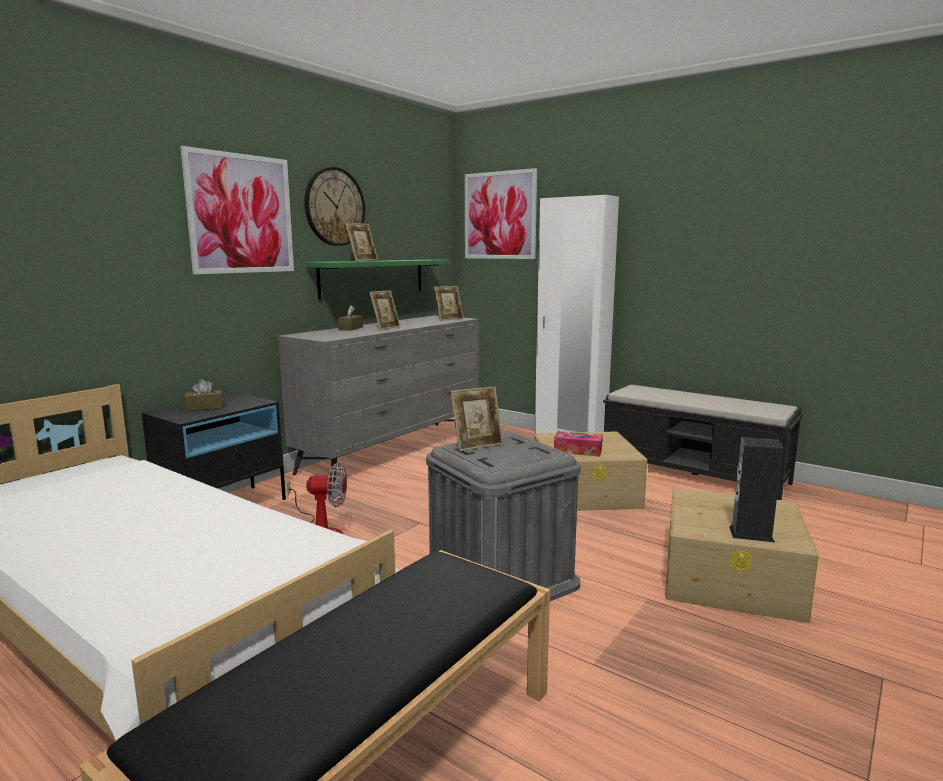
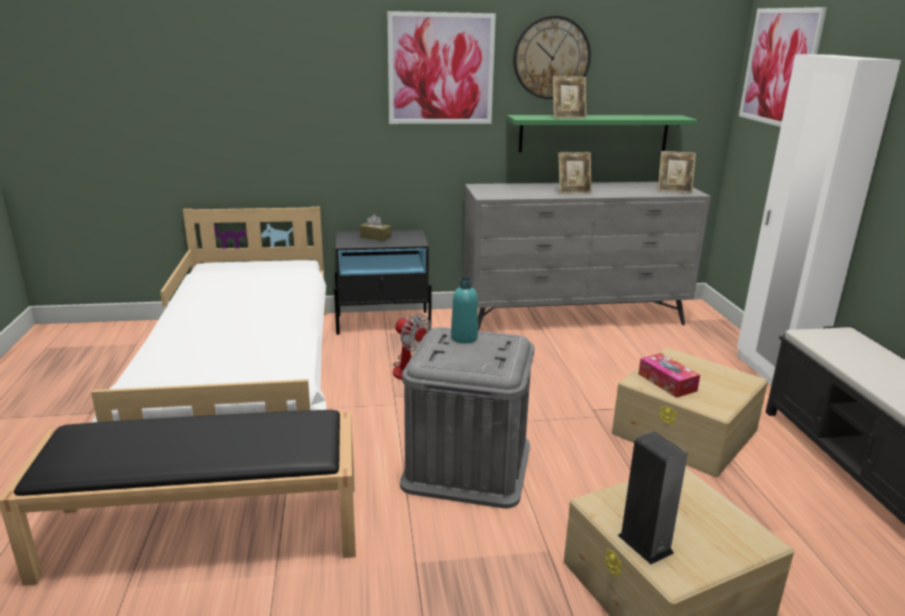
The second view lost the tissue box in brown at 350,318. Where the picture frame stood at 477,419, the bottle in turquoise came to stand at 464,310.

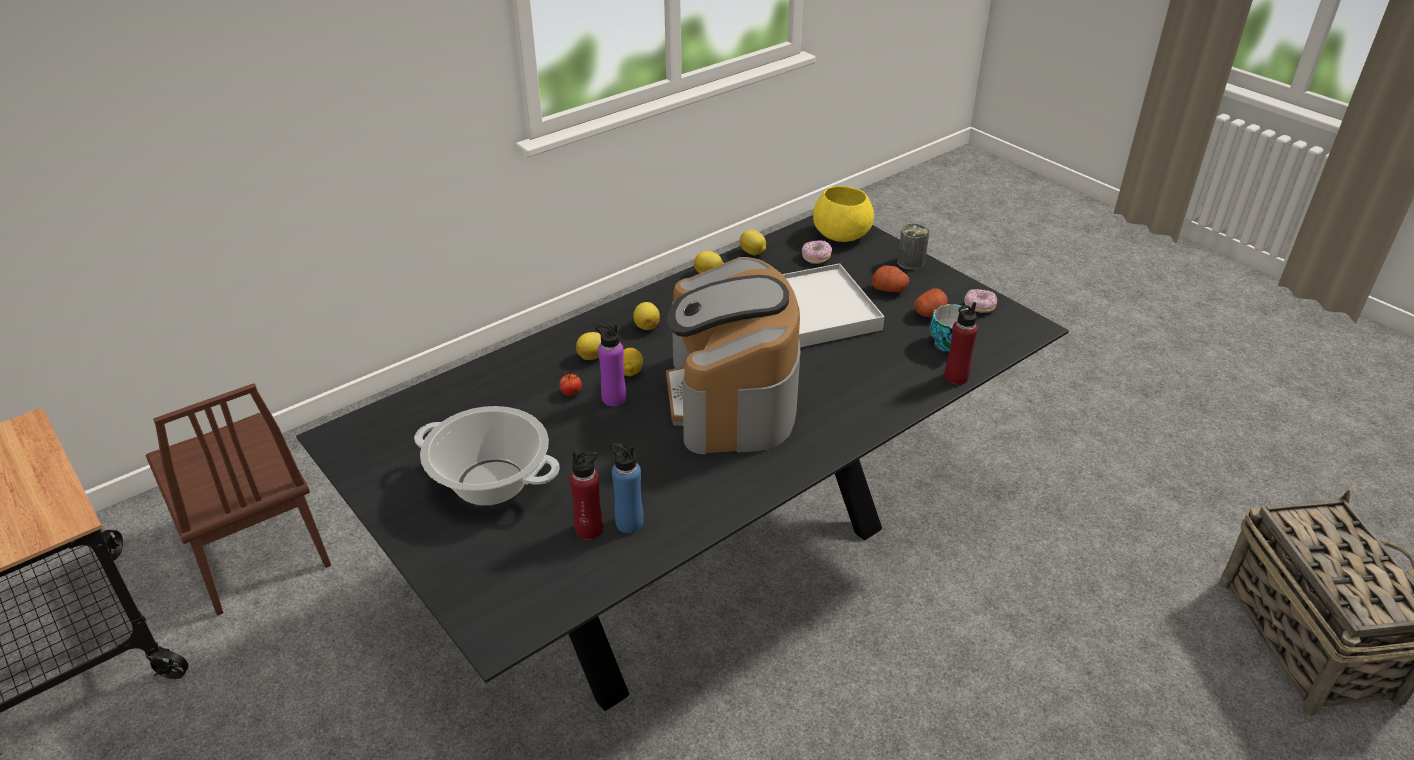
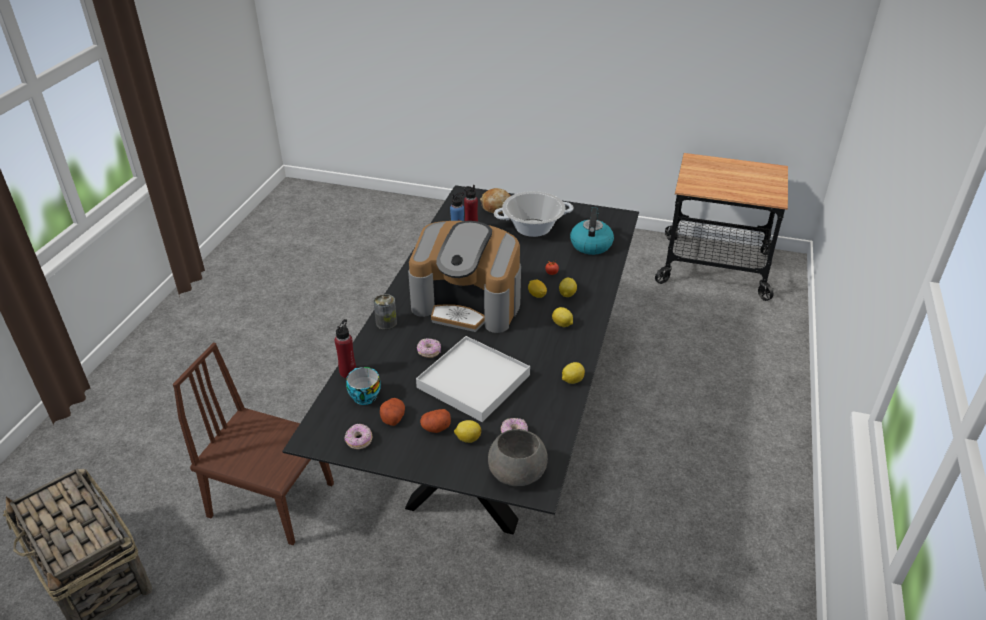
The second view lost the bottle in purple at 611,365. The second view gained the donut at 429,348. The second view gained the bread at 495,201. The second view gained the kettle at 592,231. The chair in brown ended up elsewhere, having gone from 238,499 to 253,444. The lemon ended up elsewhere, having gone from 753,242 to 467,431. The can ended up elsewhere, having gone from 913,247 to 385,311. What was the bowl in yellow at 843,214 turned into the bowl in grey at 518,457. The coffee machine at 733,355 ended up facing another way, 150 degrees clockwise from before.

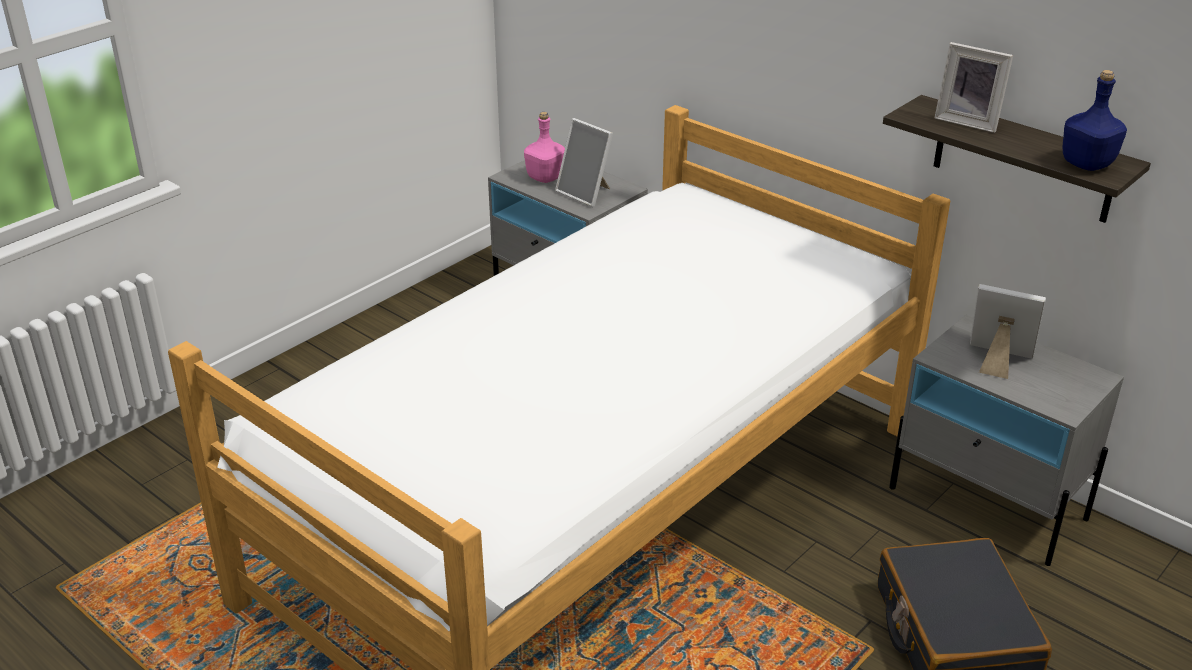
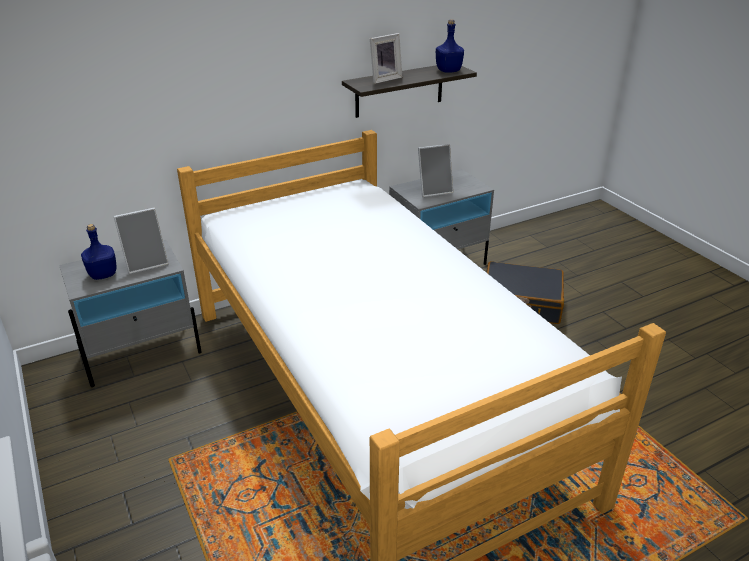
What was the bottle in pink at 544,147 turned into the bottle in blue at 98,252. The picture frame at 1008,331 ended up facing another way, 150 degrees counterclockwise from before.

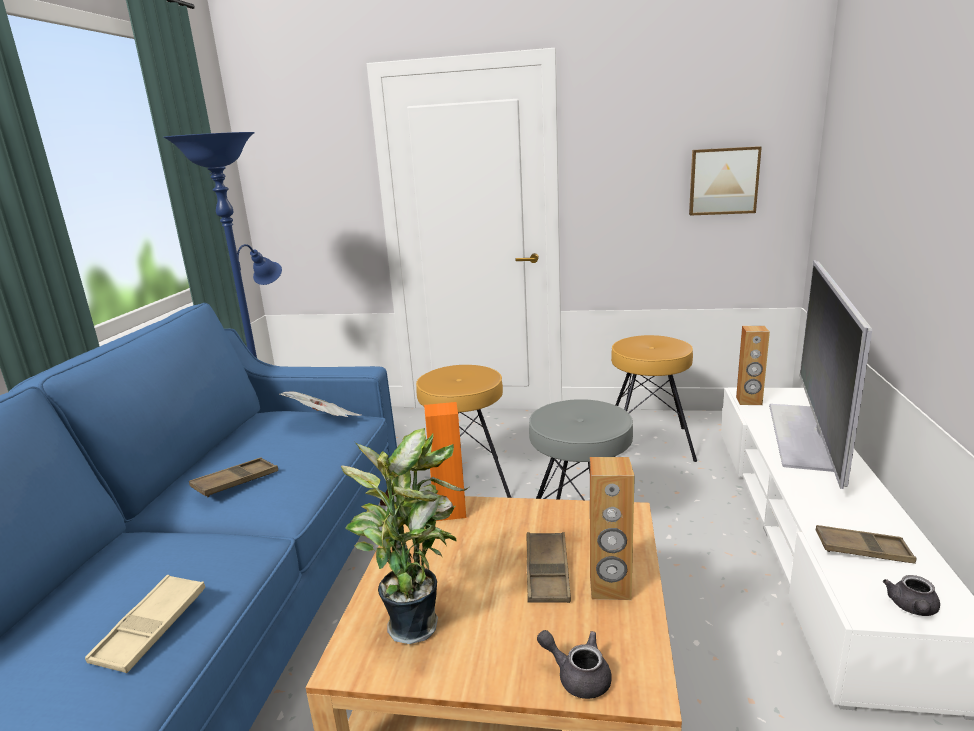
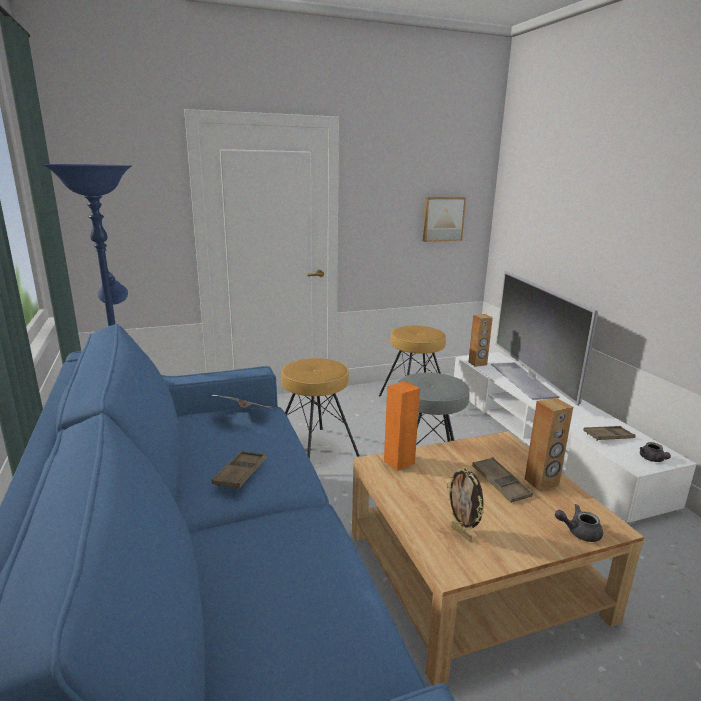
The second view lost the tray in beige at 145,624. Where the potted plant stood at 405,536, the picture frame came to stand at 465,504.

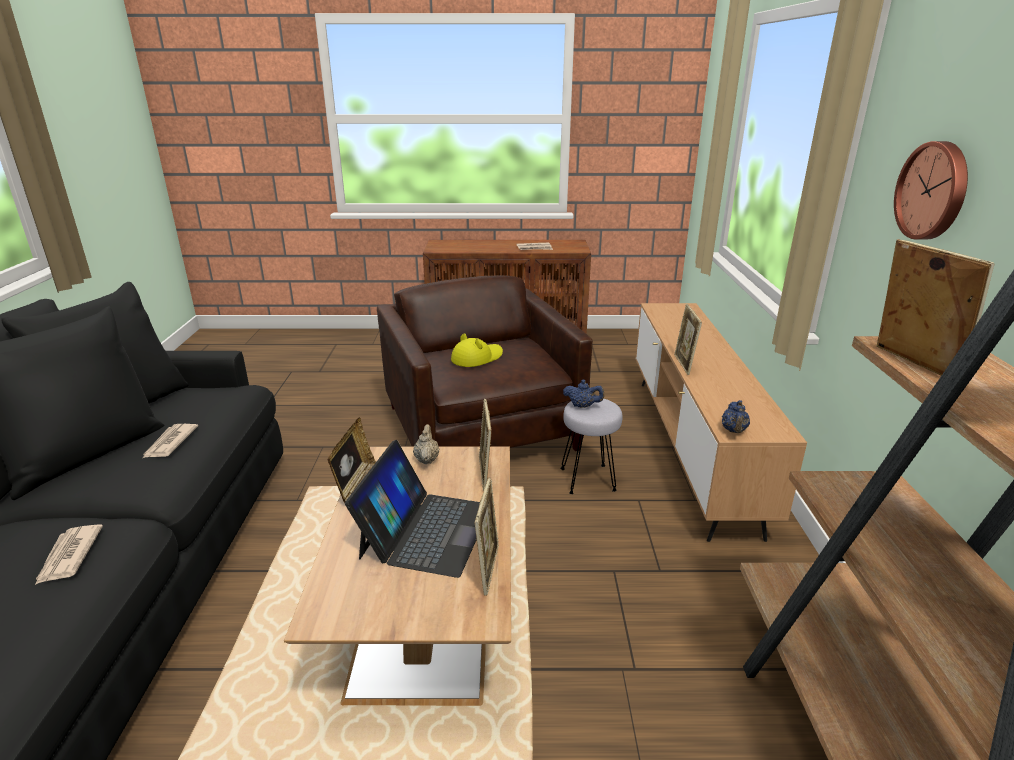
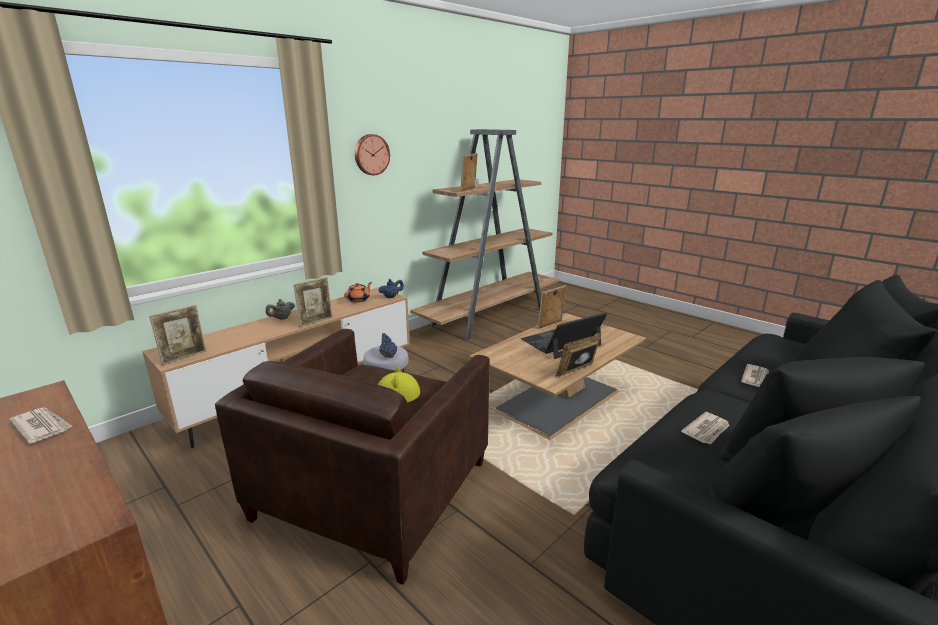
The second view gained the teapot in orange at 358,292. The teapot in beige ended up elsewhere, having gone from 426,444 to 280,309. The picture frame ended up elsewhere, having gone from 485,445 to 178,335.

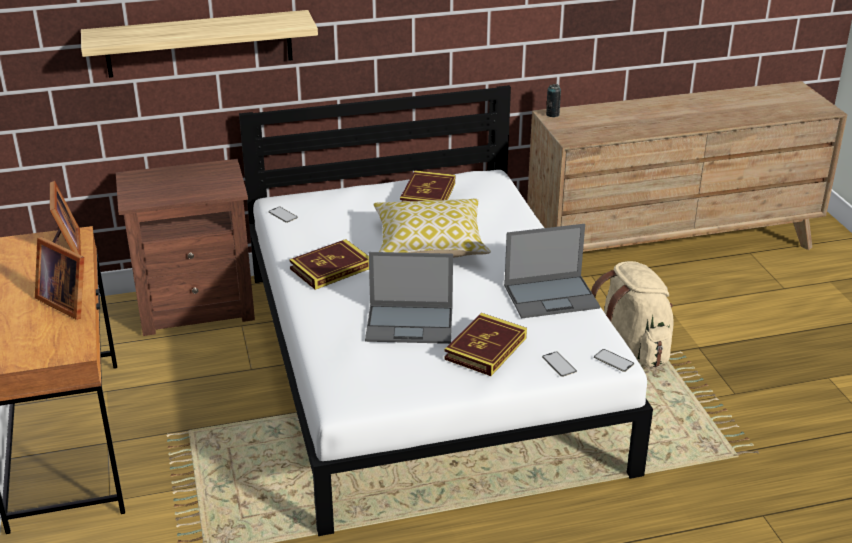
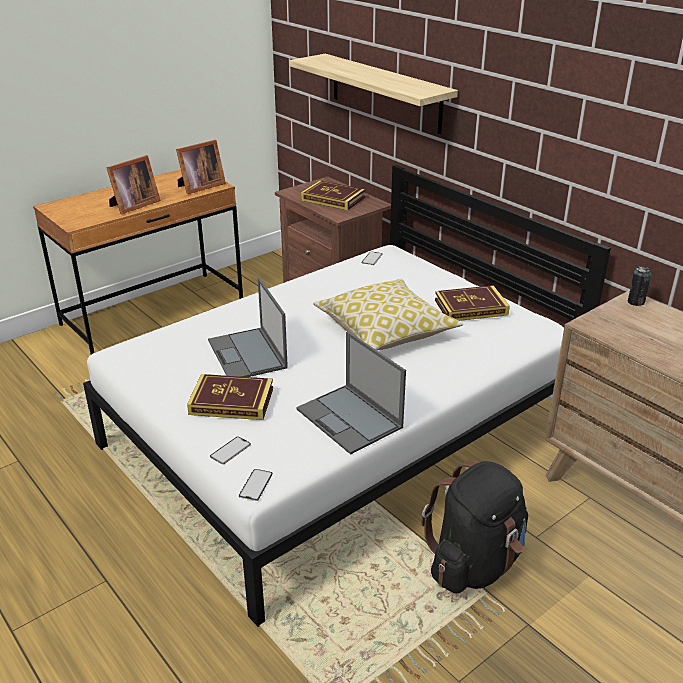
The book ended up elsewhere, having gone from 329,264 to 333,195. What was the backpack in beige at 632,314 turned into the backpack in black at 474,527. The picture frame at 60,278 ended up facing another way, 150 degrees counterclockwise from before.

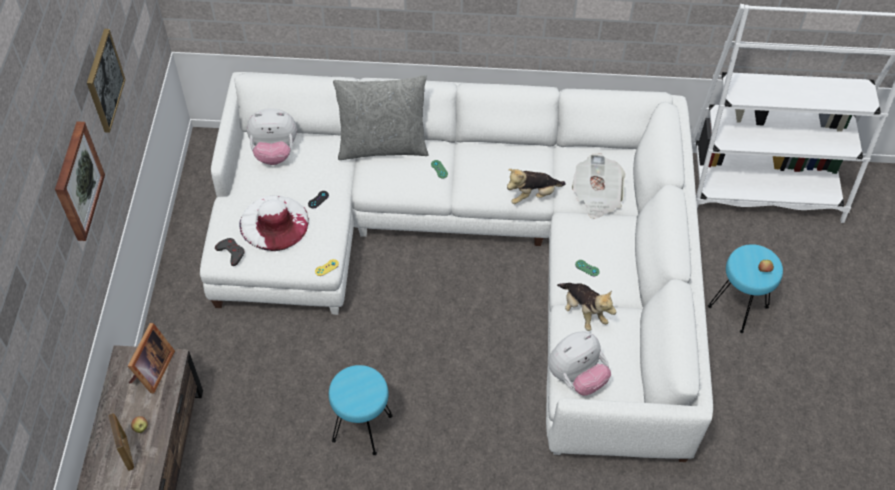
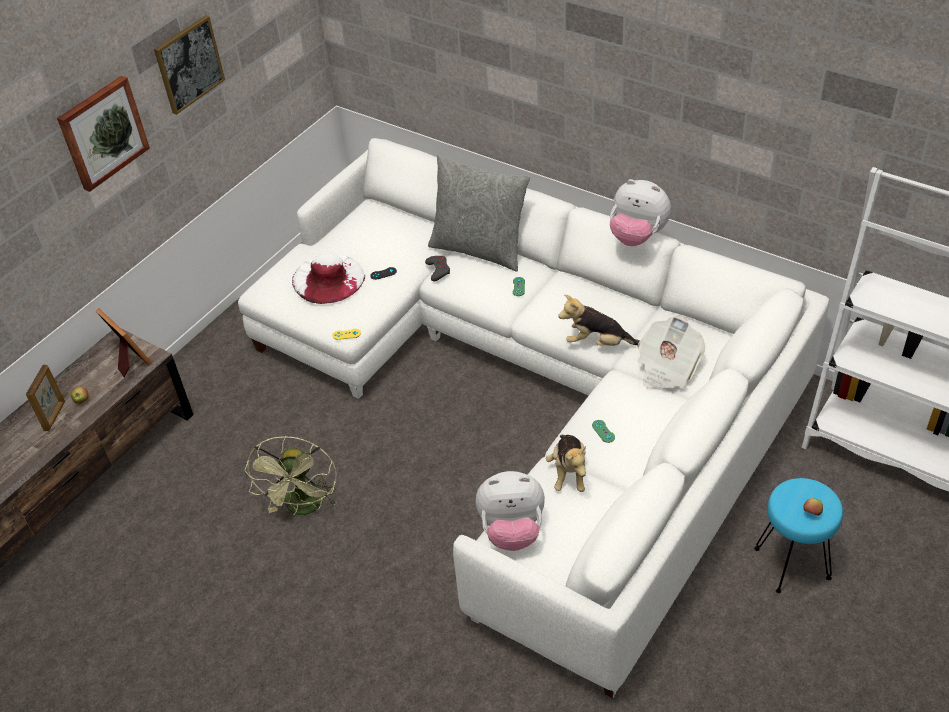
The game controller in grey ended up elsewhere, having gone from 229,252 to 437,269. The plush toy ended up elsewhere, having gone from 272,136 to 640,212. Where the stool in turquoise stood at 360,410, the fan in green came to stand at 291,475. The picture frame at 151,358 ended up facing another way, 90 degrees counterclockwise from before.

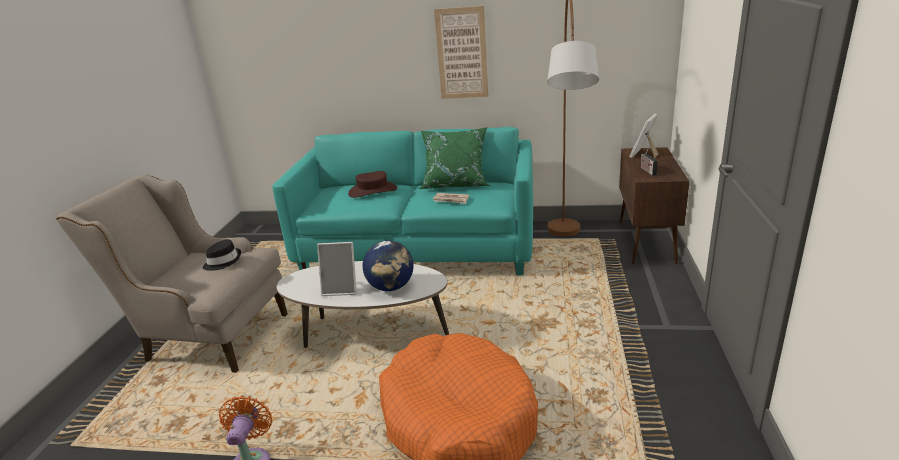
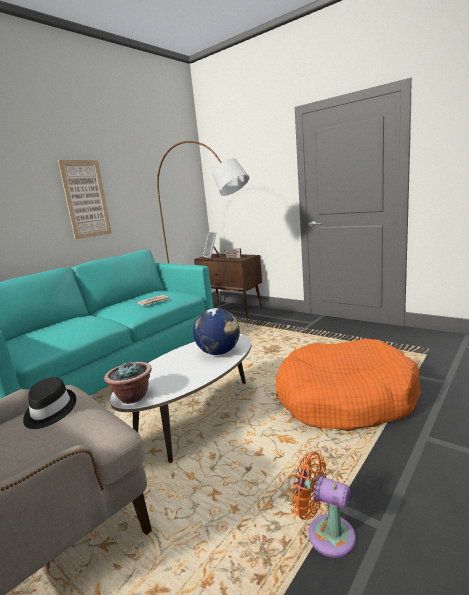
The second view lost the picture frame at 337,269. The second view lost the hat in brown at 372,184. The second view lost the pillow in green at 454,158. The second view gained the potted plant at 128,382.

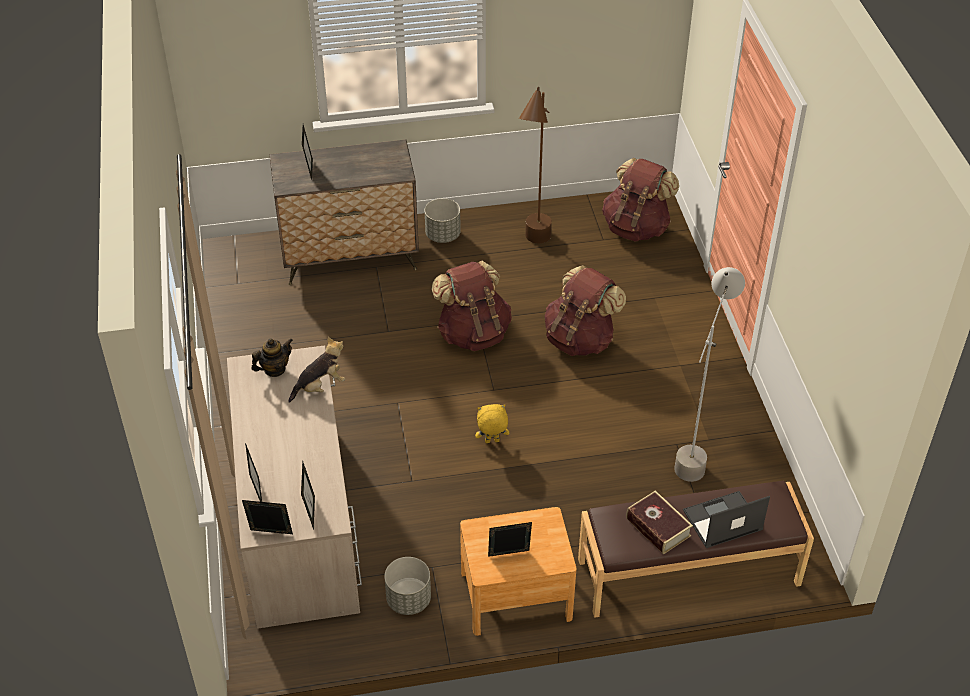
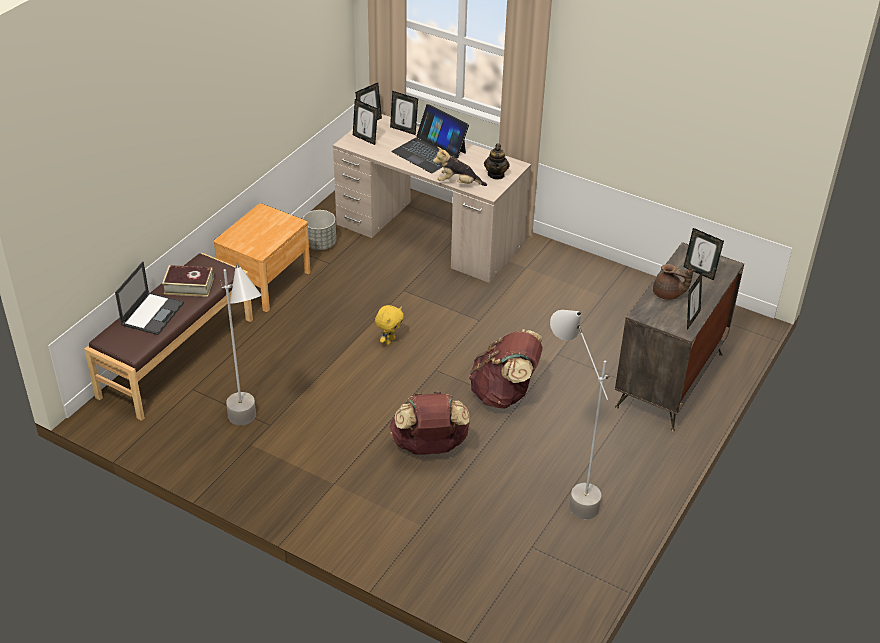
The second view lost the planter in grey at 443,220. The second view lost the backpack in brown at 640,199. The second view gained the laptop at 430,138. The second view gained the teapot in brown at 673,282. The picture frame ended up elsewhere, having gone from 510,539 to 694,301. What was the floor lamp in brown at 535,165 turned into the floor lamp in grey at 580,414. The plush toy at 316,370 ended up facing another way, 90 degrees clockwise from before.

